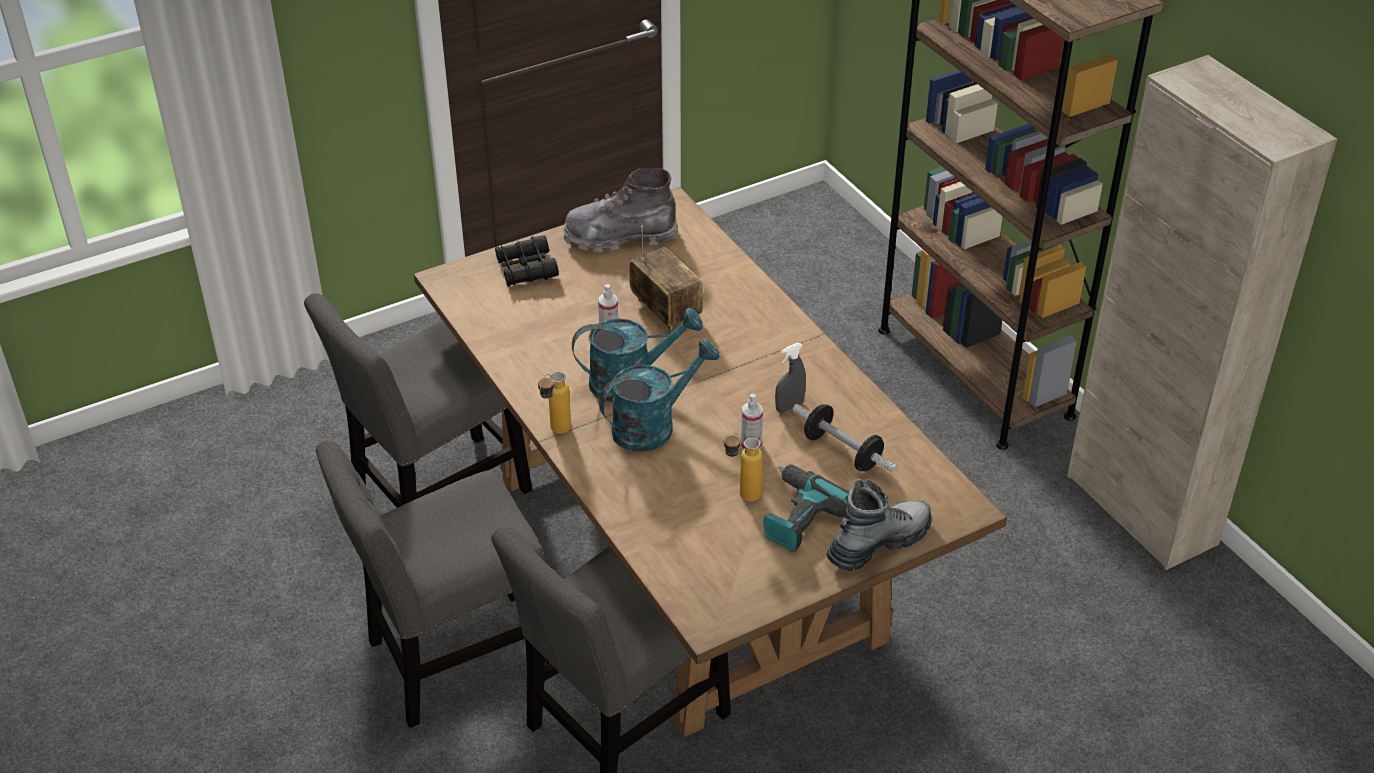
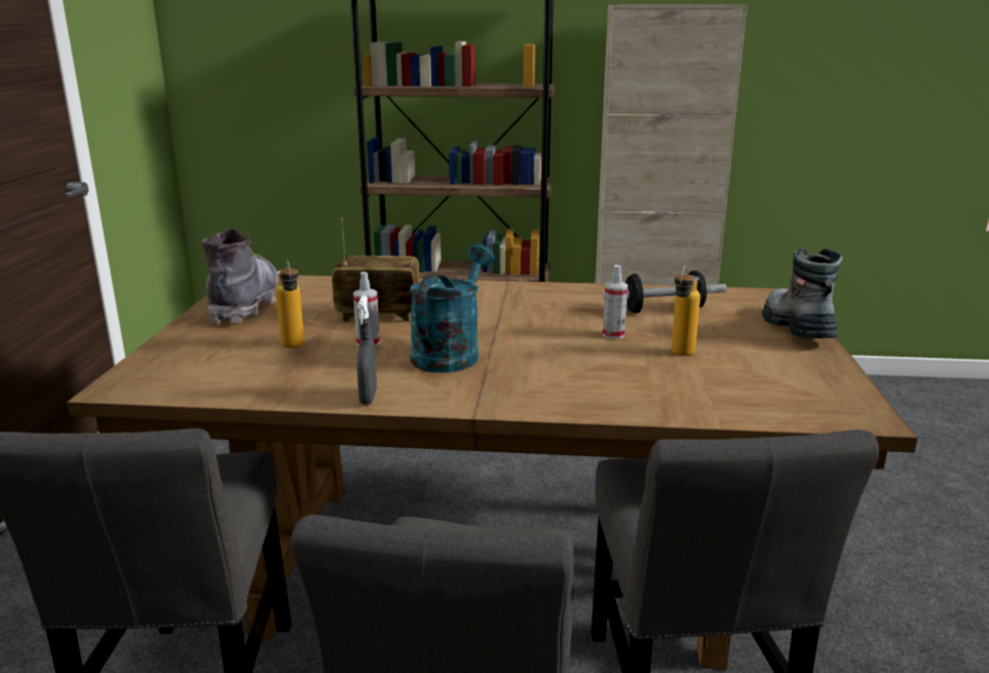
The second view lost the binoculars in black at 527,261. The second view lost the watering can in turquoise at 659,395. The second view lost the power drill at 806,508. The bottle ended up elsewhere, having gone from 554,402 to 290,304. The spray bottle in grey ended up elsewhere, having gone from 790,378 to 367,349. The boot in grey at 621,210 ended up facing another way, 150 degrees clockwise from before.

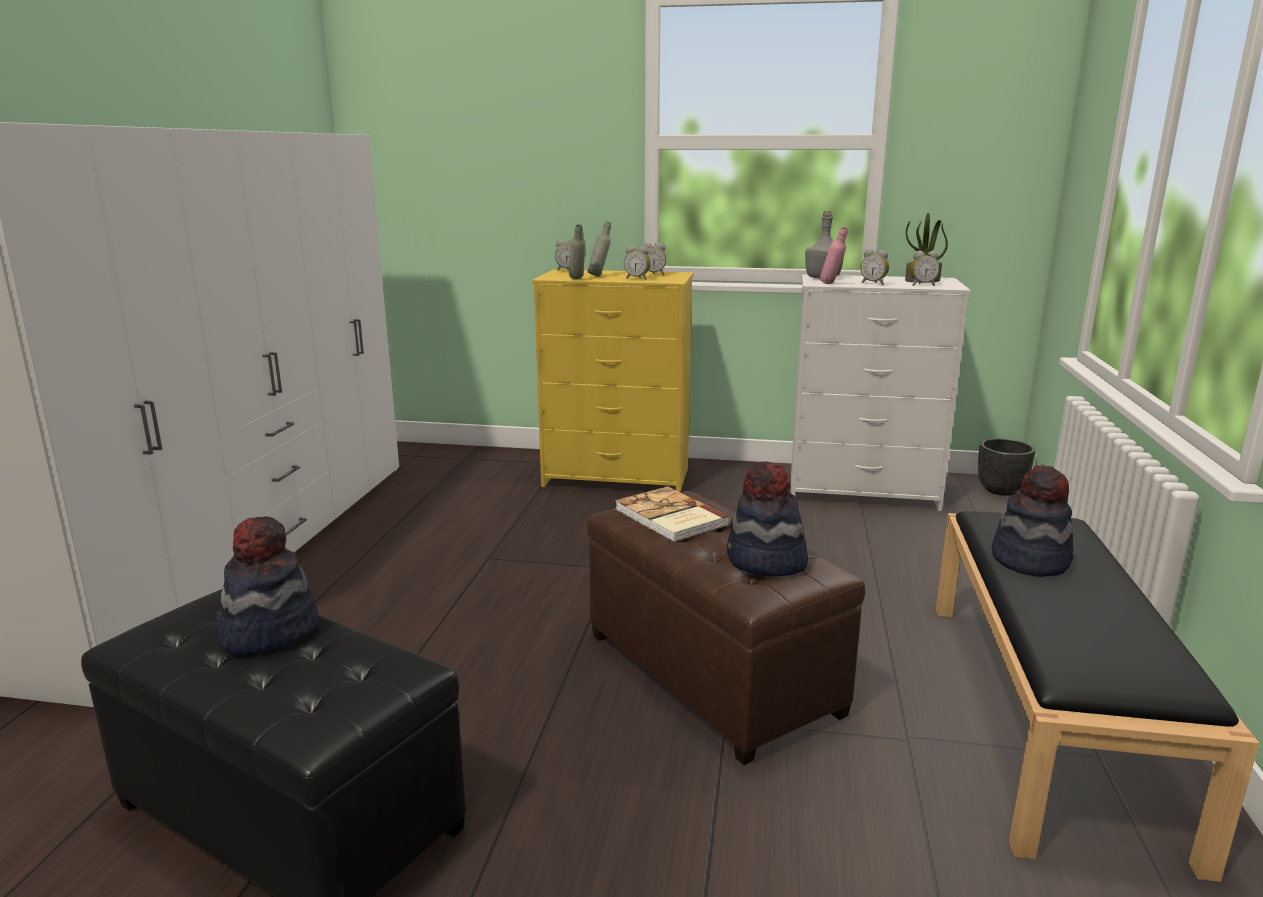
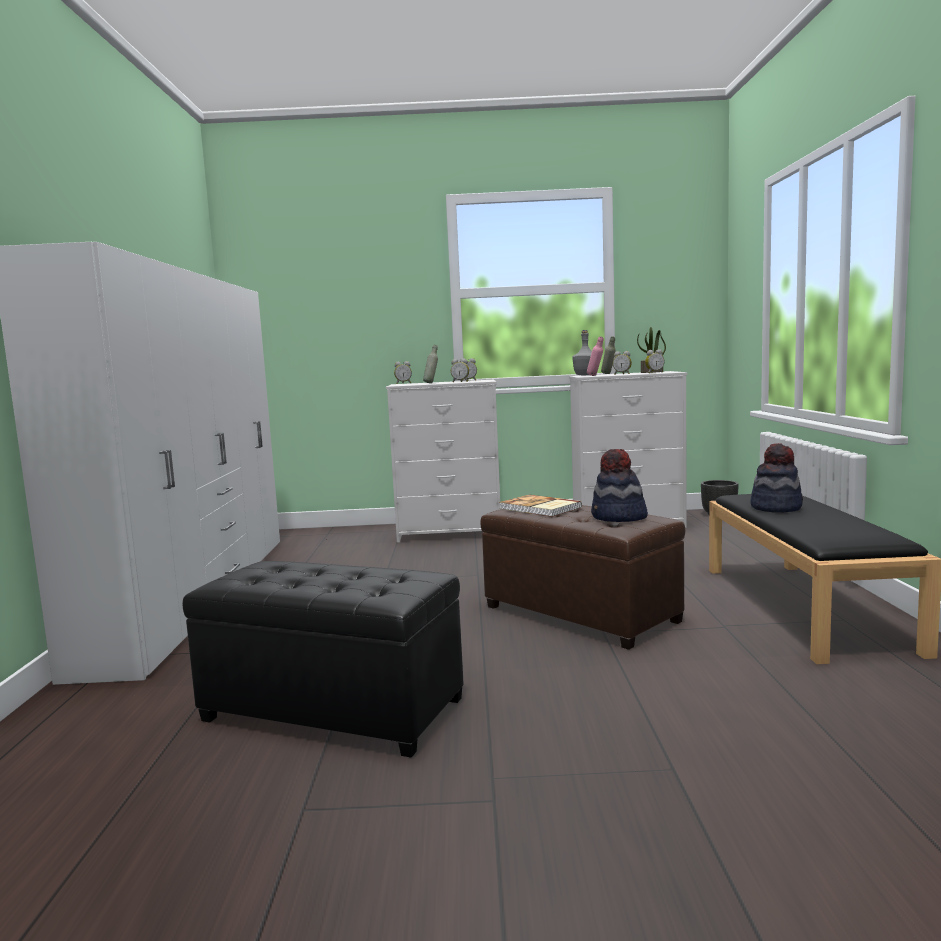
The second view lost the hat at 268,586. The bottle in grey ended up elsewhere, having gone from 577,251 to 608,355. What was the dresser in yellow at 613,380 turned into the dresser in white at 443,461.

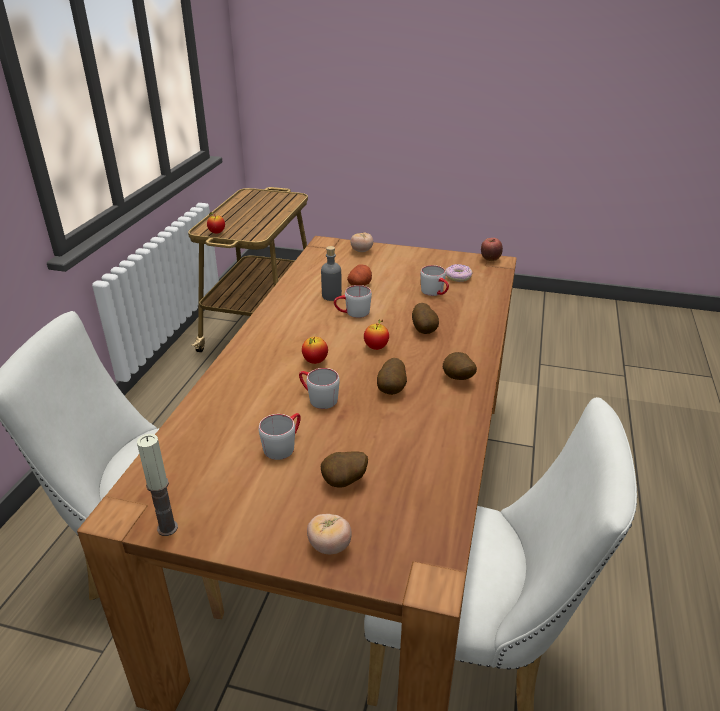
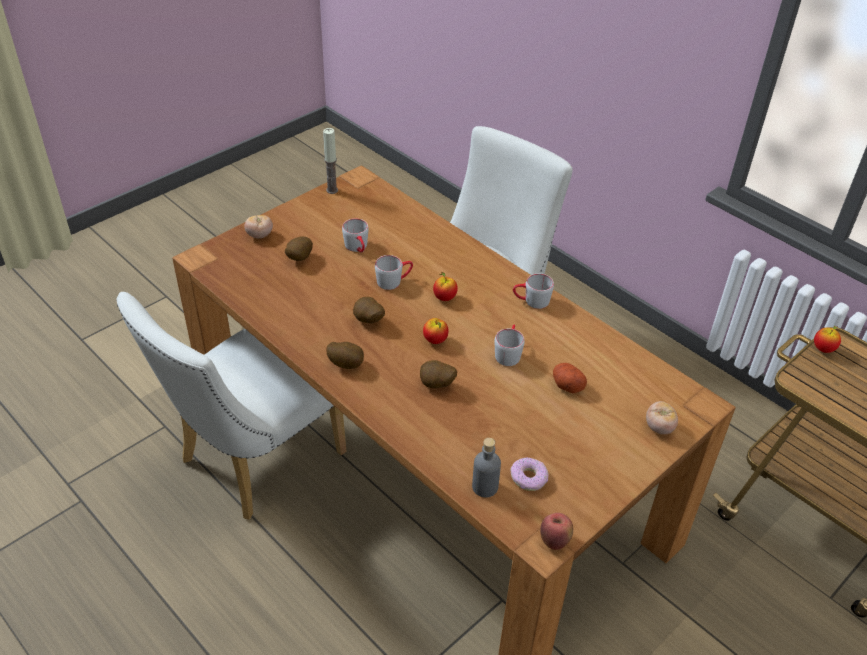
The bottle in grey ended up elsewhere, having gone from 331,273 to 486,468. The mug in grey ended up elsewhere, having gone from 434,280 to 533,291.

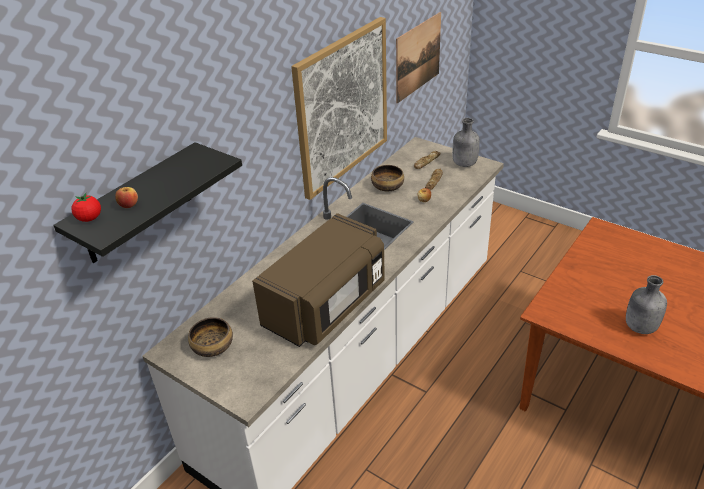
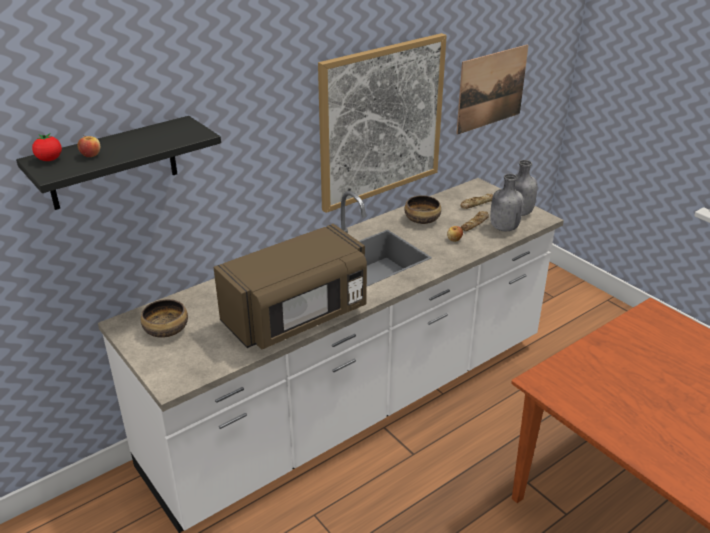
The bottle in grey ended up elsewhere, having gone from 646,304 to 506,202.

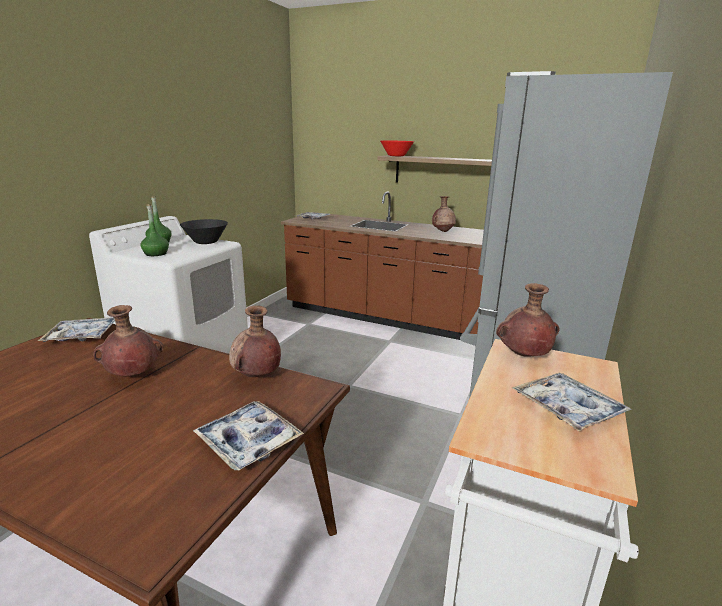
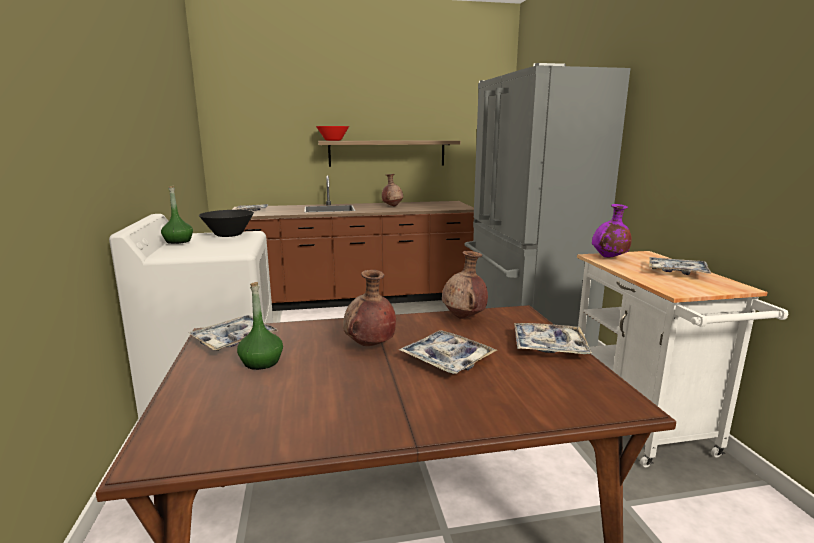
The second view gained the tray at 448,352. The bottle in green ended up elsewhere, having gone from 154,230 to 260,326. What was the vase in brown at 528,319 turned into the vase in purple at 612,231.

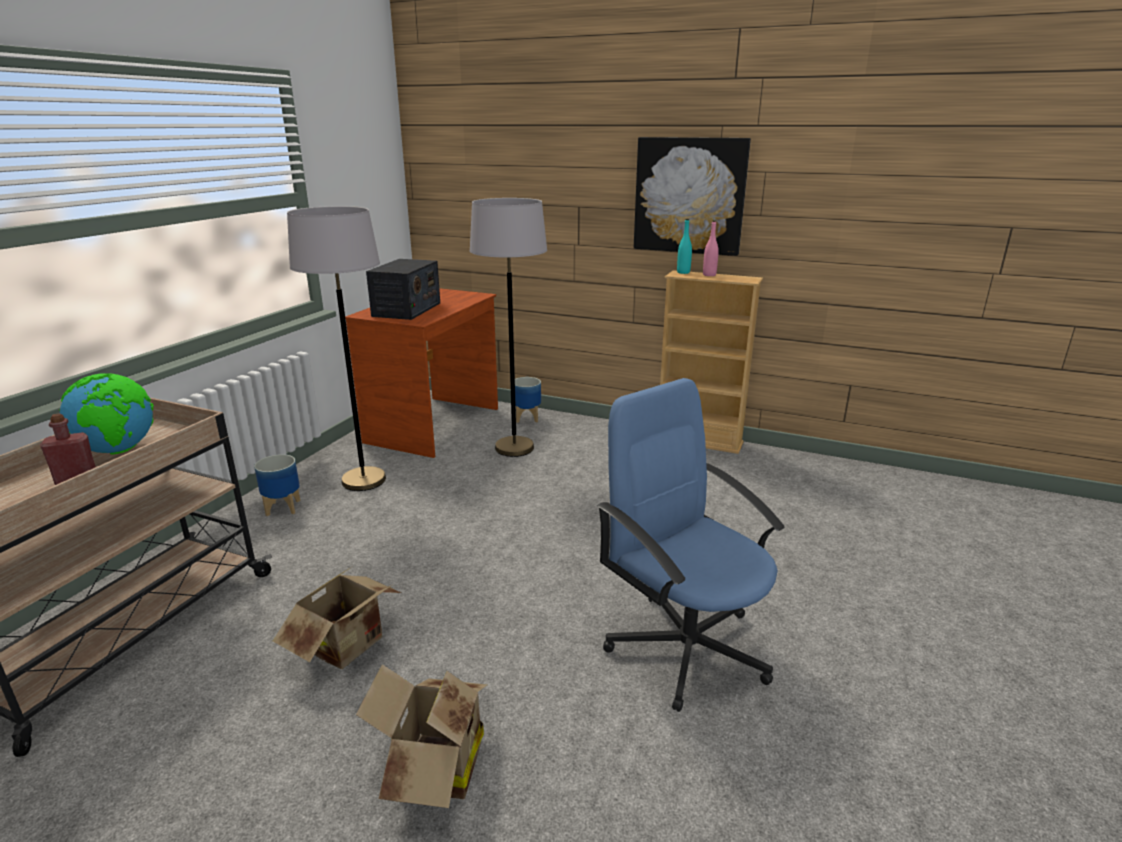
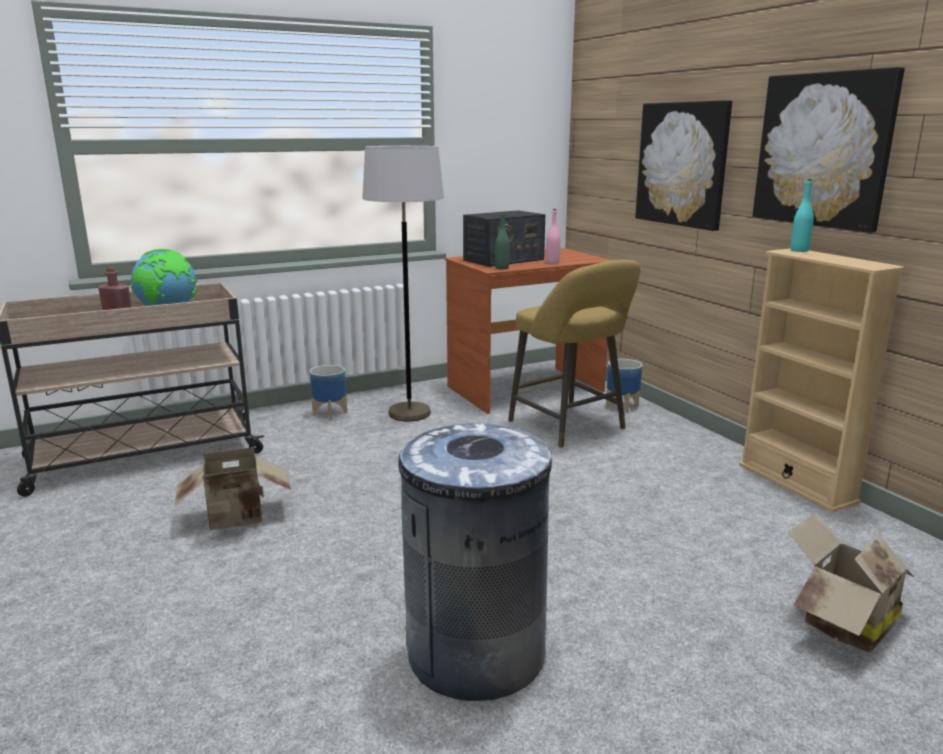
The second view gained the bottle in green at 502,240. The second view gained the picture at 683,165. The cardboard box ended up elsewhere, having gone from 421,736 to 851,583. The bottle in pink ended up elsewhere, having gone from 711,248 to 553,236. Where the floor lamp in grey stood at 508,327, the stool in yellow came to stand at 574,354. Where the office chair in blue stood at 690,545, the trash can in grey came to stand at 475,562.

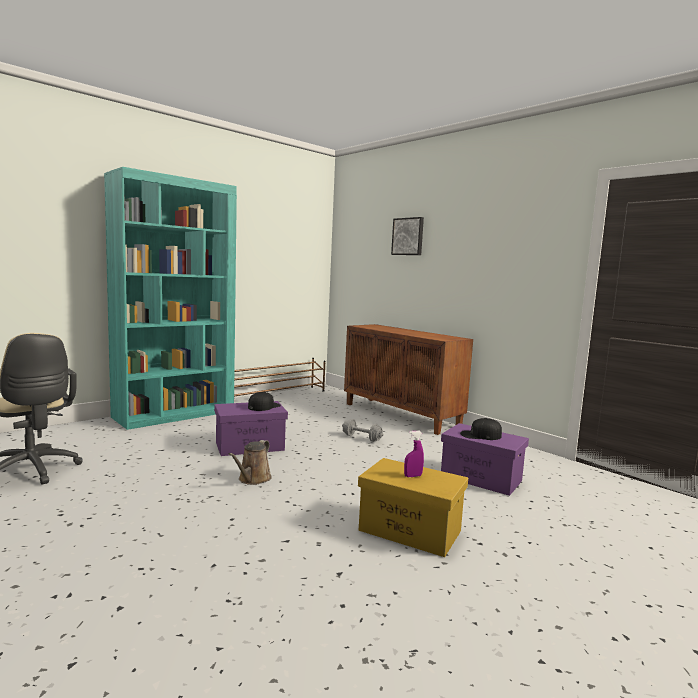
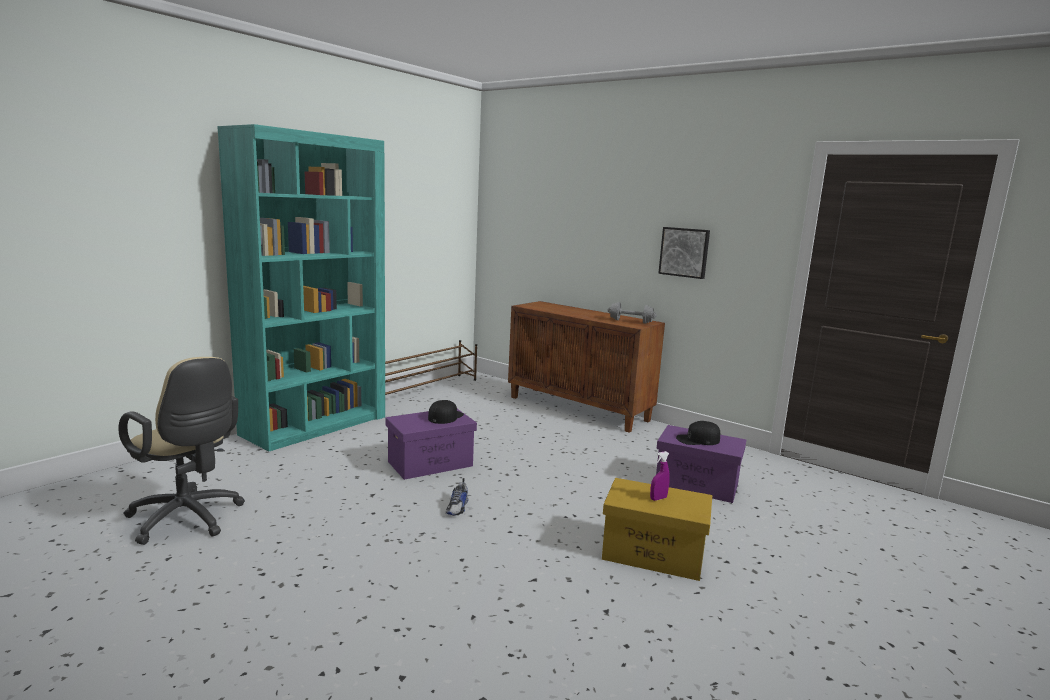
The dumbbell in grey ended up elsewhere, having gone from 363,430 to 632,313. The picture ended up elsewhere, having gone from 407,236 to 684,253. Where the watering can in brown stood at 250,462, the shoe came to stand at 457,496.

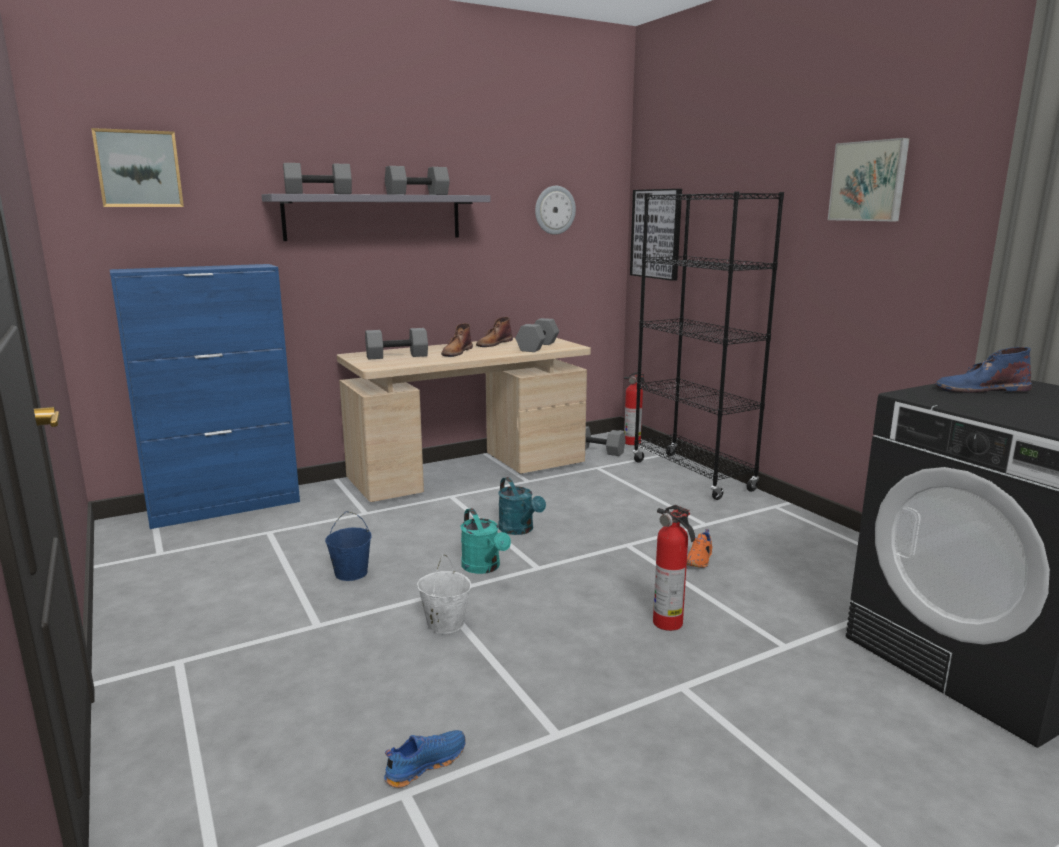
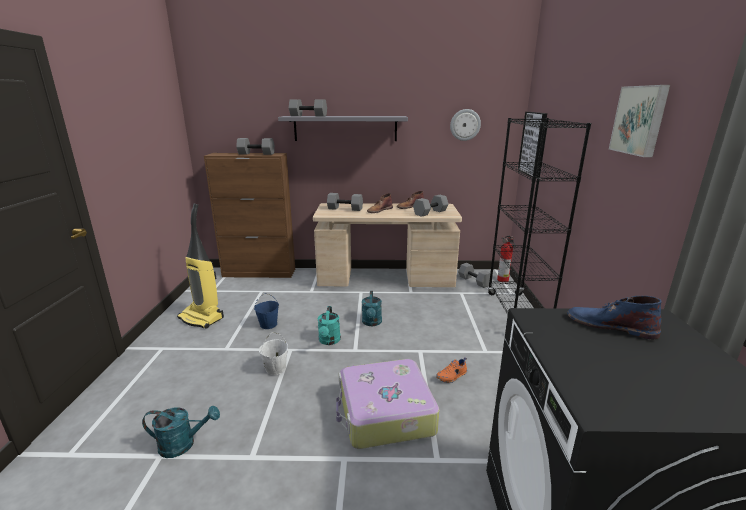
The second view lost the picture at 137,167. The second view gained the vacuum cleaner at 200,266. The dumbbell in grey ended up elsewhere, having gone from 417,180 to 255,146. Where the shoe in blue stood at 425,759, the watering can in turquoise came to stand at 181,432. Where the fire extinguisher stood at 674,568, the suitcase came to stand at 387,404. What was the cabinet in blue at 204,396 turned into the cabinet in brown at 249,215.

